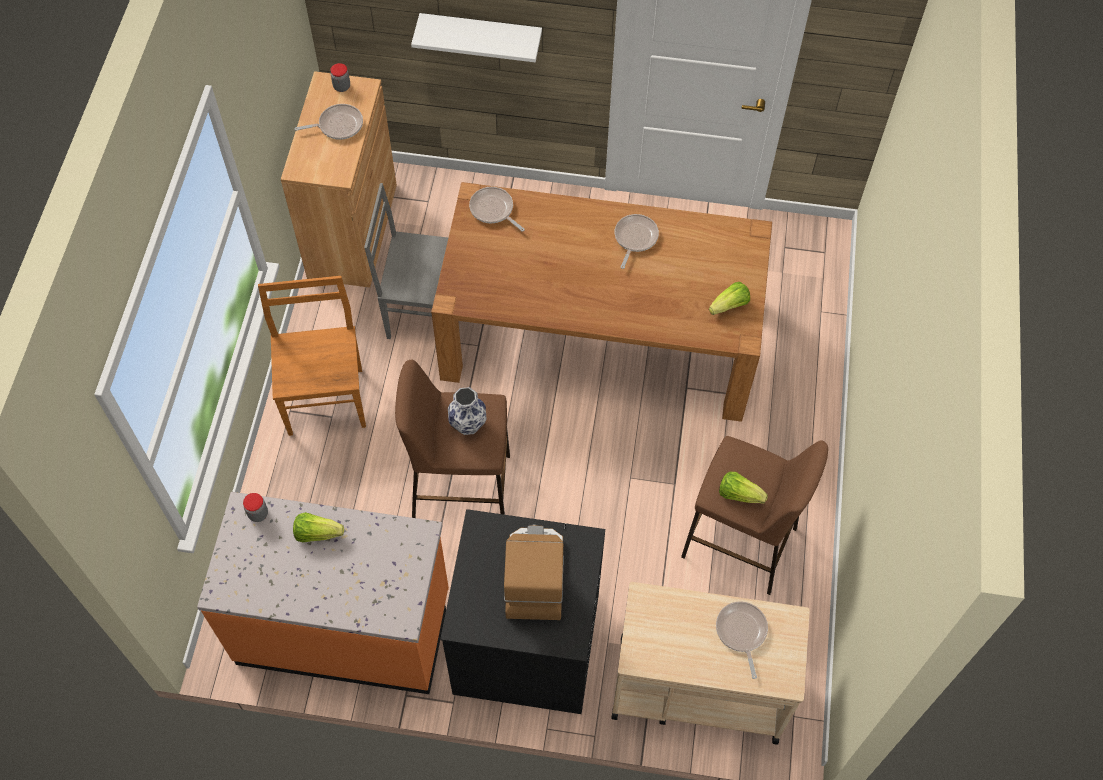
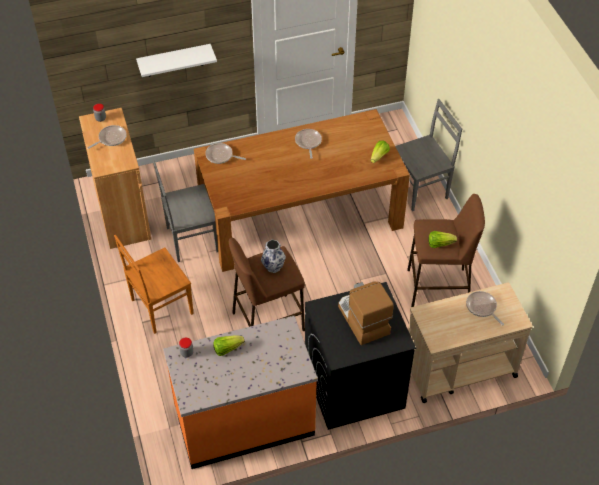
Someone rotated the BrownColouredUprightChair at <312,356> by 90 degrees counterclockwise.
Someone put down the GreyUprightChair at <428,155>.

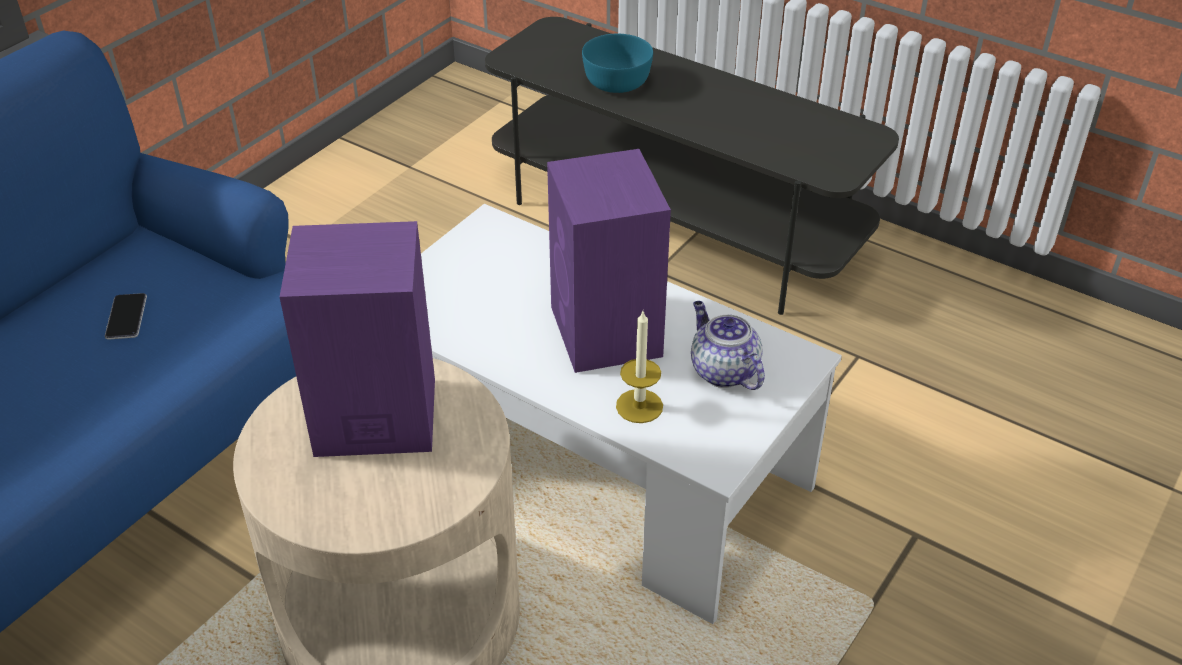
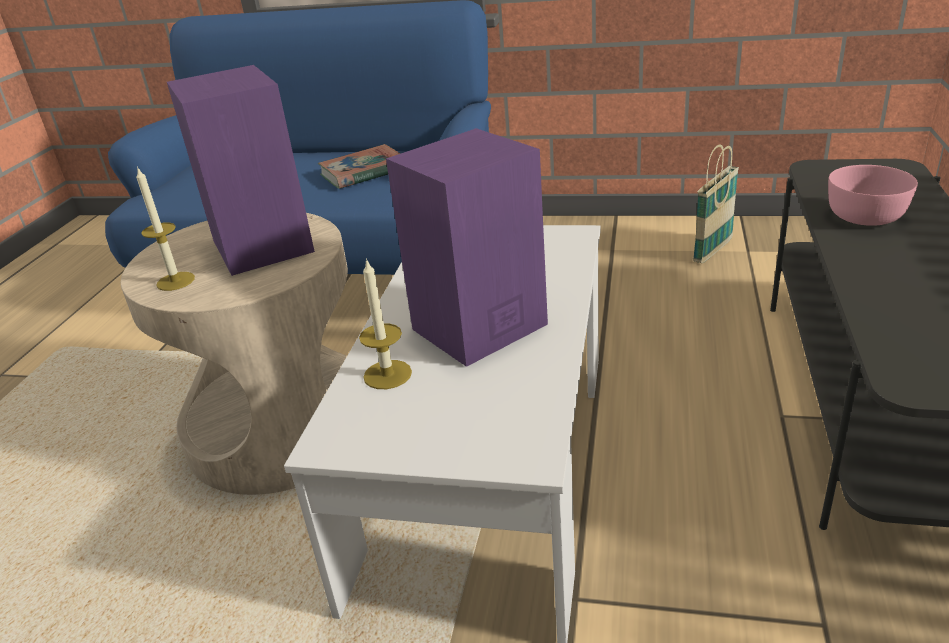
Someone swapped the Handset at <126,316> for the BoundBook at <359,166>.
Someone repainted the BlueGreenServingBowl at <617,63>, which became the PinkServingBowl at <873,195>.
Someone took away the PotForTea at <728,345>.
Someone put down the WaxCandle at <165,228>.
Someone put down the HouseholdBasket at <716,203>.

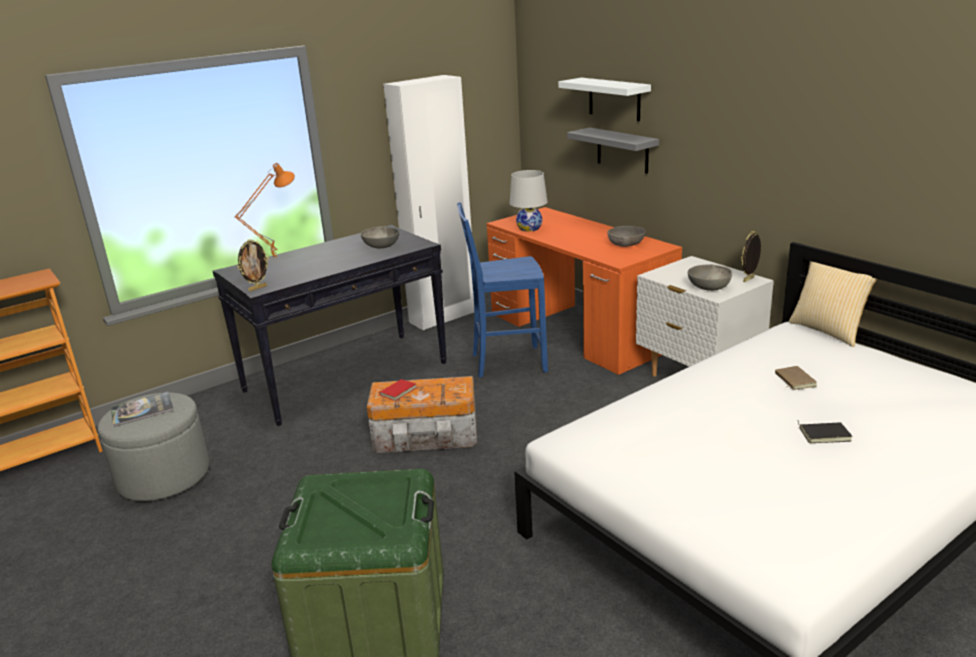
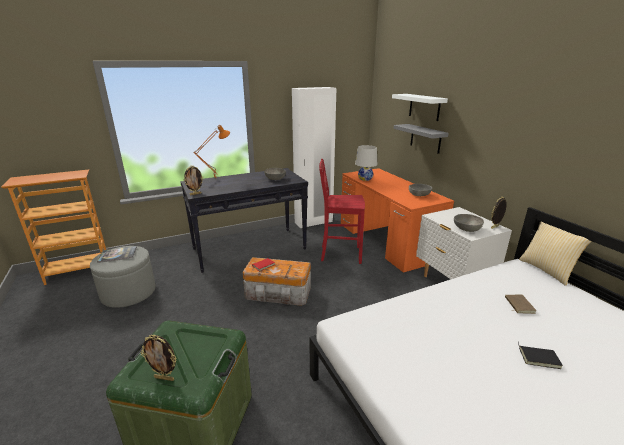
Someone repainted the BluishUprightChair at <502,290>, which became the RedUprightChair at <342,211>.
Someone put down the StandingFrame at <158,358>.

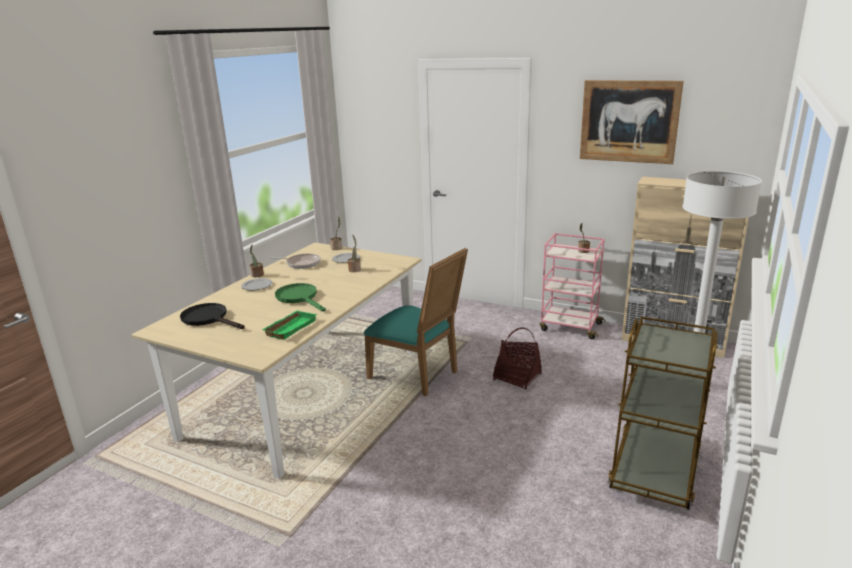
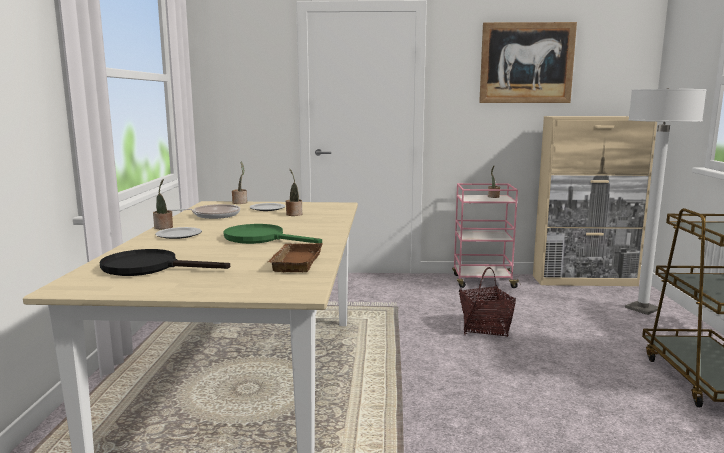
Someone repainted the GreenishServingTray at <289,325>, which became the BrownColouredServingTray at <295,257>.
Someone took away the BlueGreenUprightChair at <416,322>.

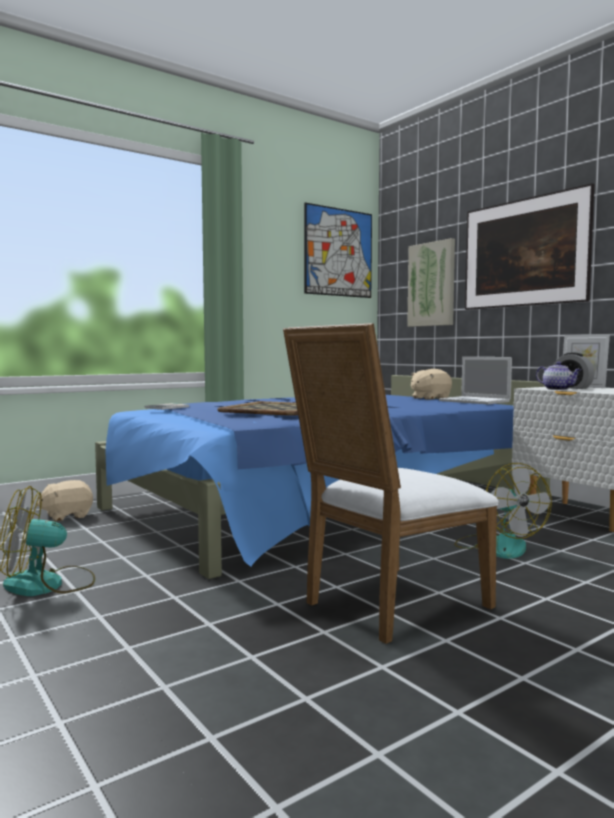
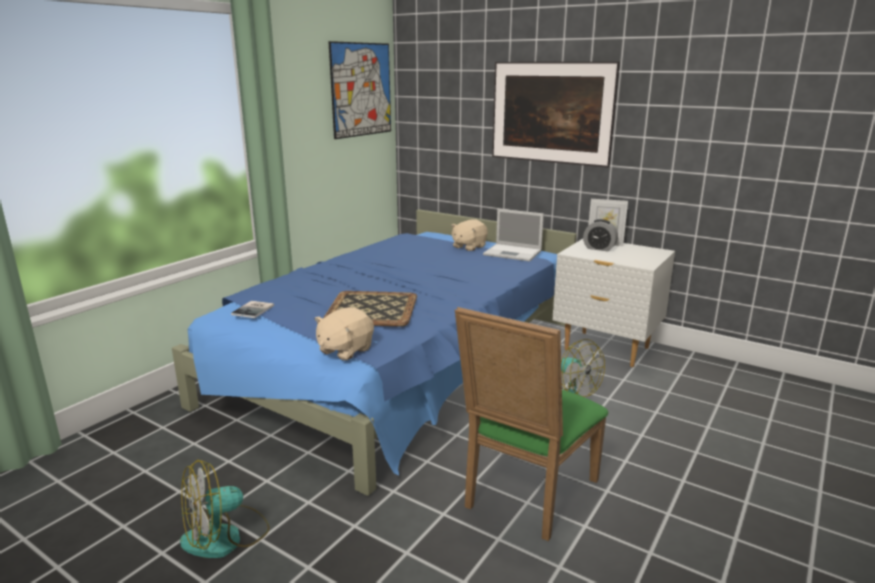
Someone carried the BeigePlushToy from <65,500> to <344,334>.
Someone repainted the WhiteUprightChair at <391,483>, which became the GreenishUprightChair at <531,424>.
Someone took away the Picture at <431,282>.
Someone took away the PotForTea at <558,376>.

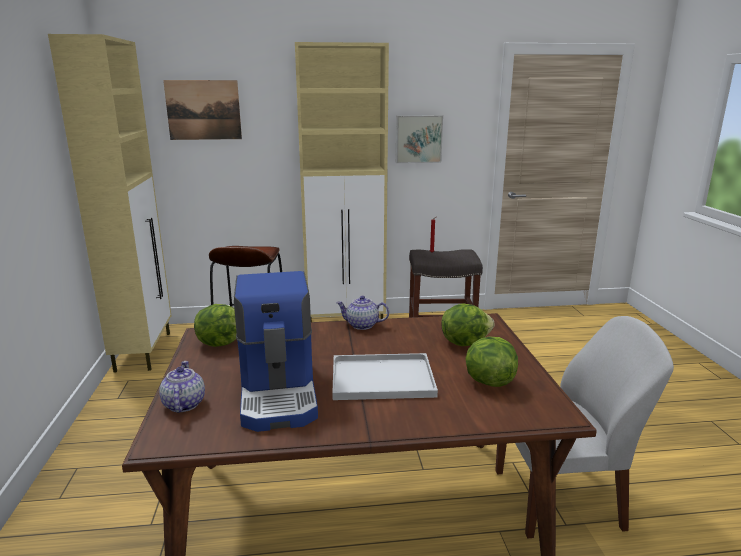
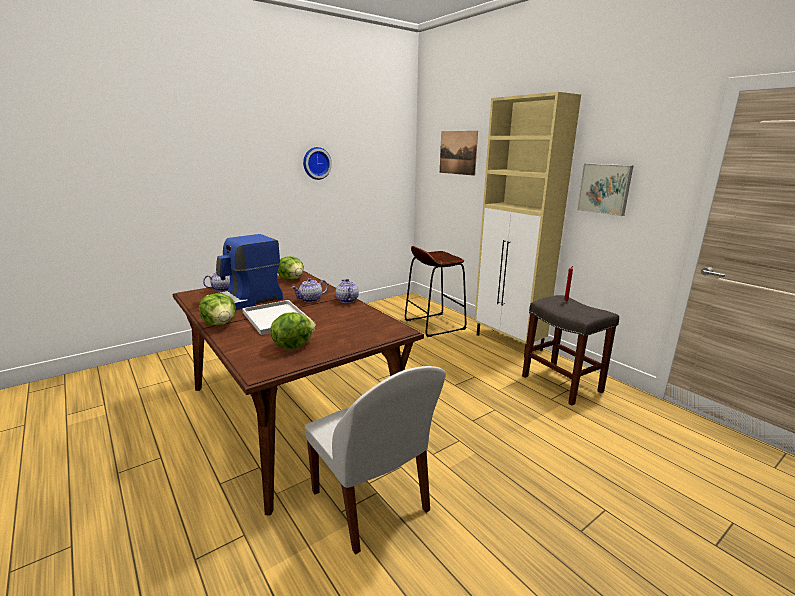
Someone took away the BeigeStorageCabinet at <109,203>.
Someone carried the LettuceHead from <468,324> to <217,310>.
Someone put down the PotForTea at <310,290>.
Someone put up the HangingClock at <317,163>.

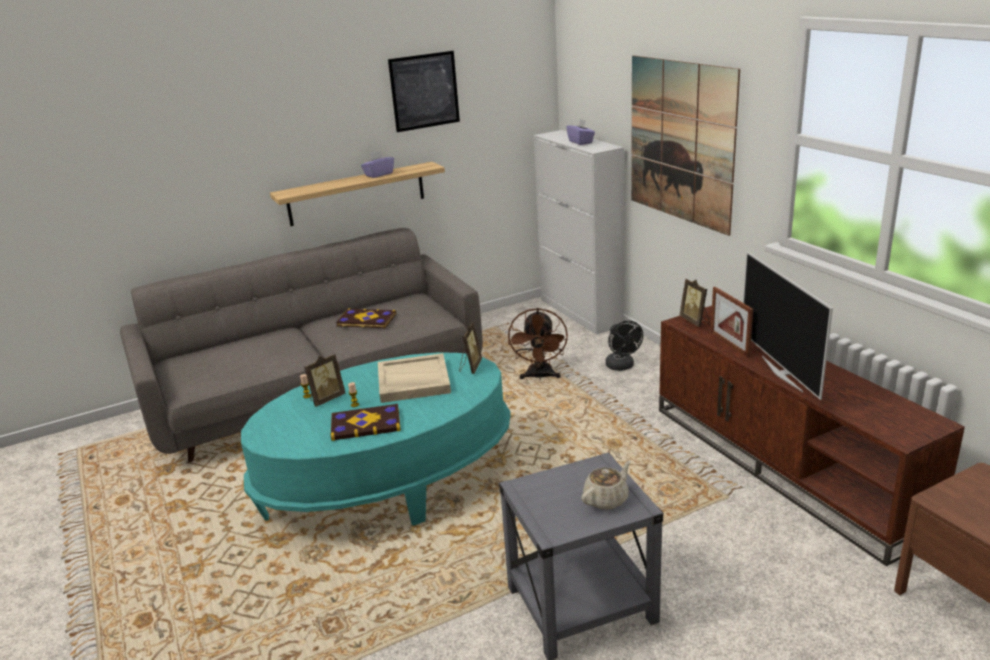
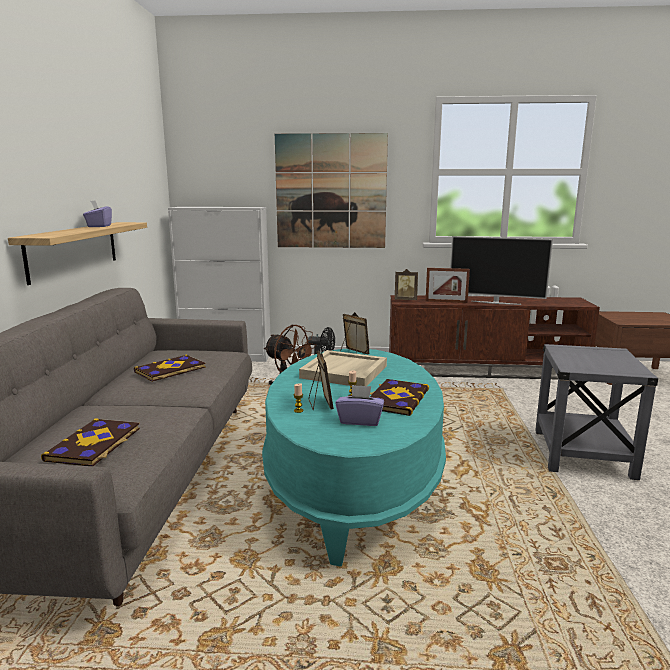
Someone took away the Picture at <424,91>.
Someone carried the PurpleColouredTissueHolder from <580,132> to <359,405>.
Someone took away the BeigePotForTea at <606,485>.
Someone put down the BoundBook at <90,442>.

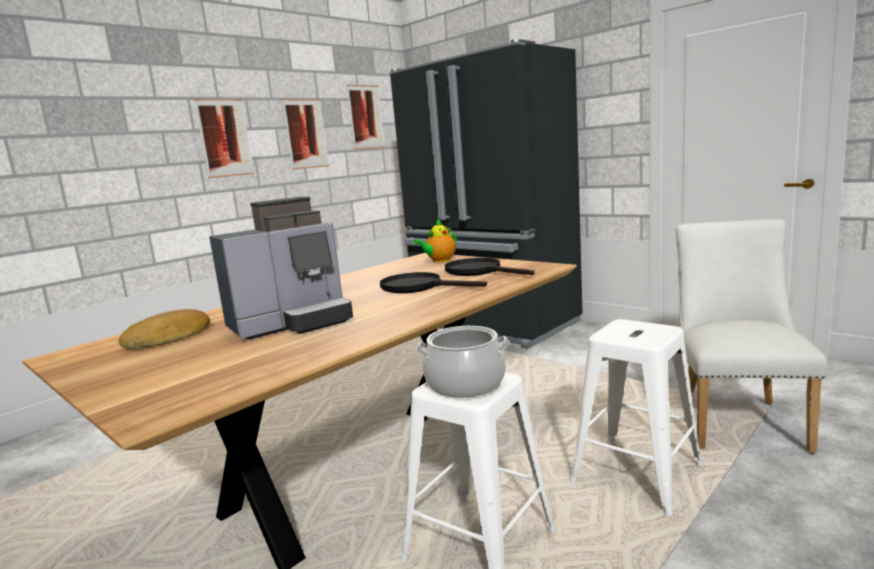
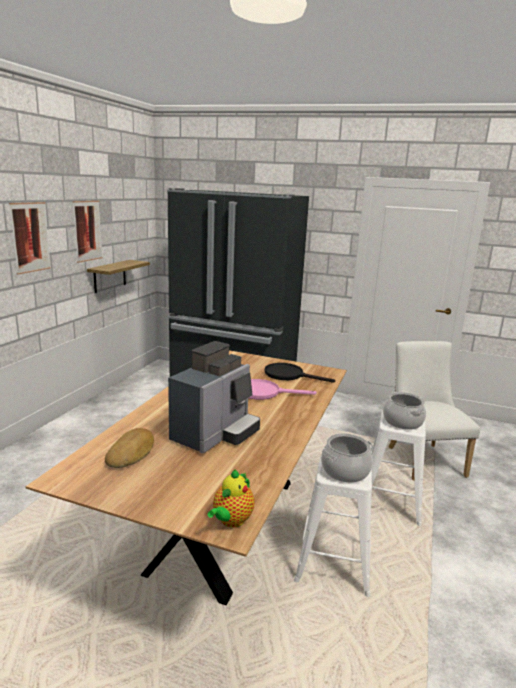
Someone took away the Picture at <366,117>.
Someone repainted the BlackFryingPan at <433,282>, which became the PinkFryingPan at <282,389>.
Someone carried the PotForTea from <435,241> to <231,498>.
Someone put up the WallShelf at <118,276>.
Someone put down the CookingPot at <404,411>.

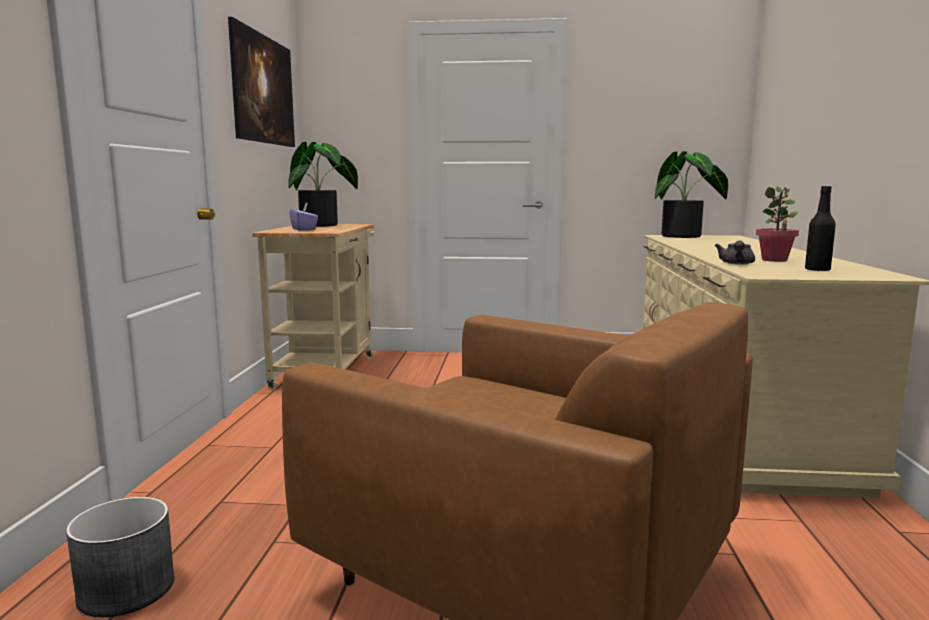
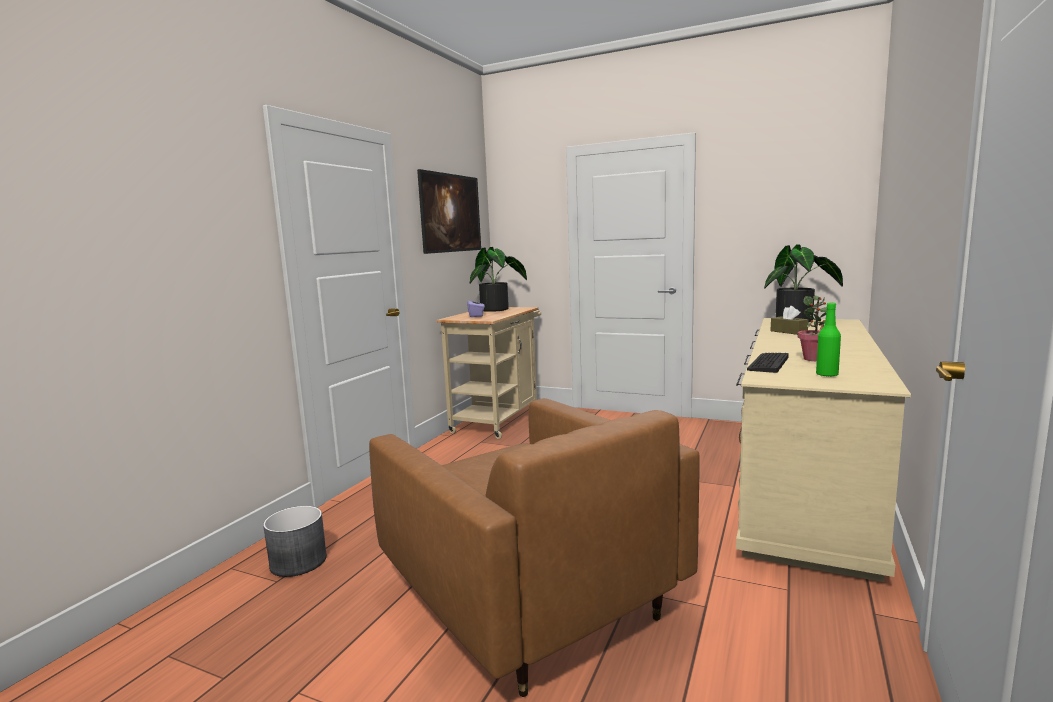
Someone swapped the GreyPotForTea at <735,252> for the Keyboard at <768,363>.
Someone repainted the BlackBottle at <820,228>, which became the GreenishBottle at <828,340>.
Someone put down the BrownColouredTissueHolder at <790,320>.

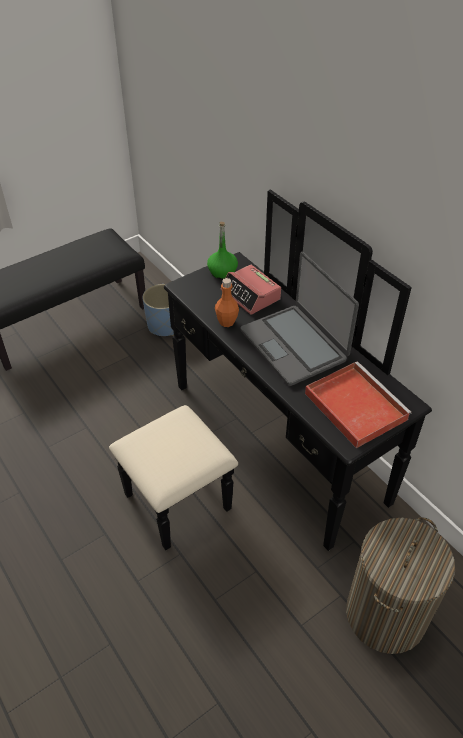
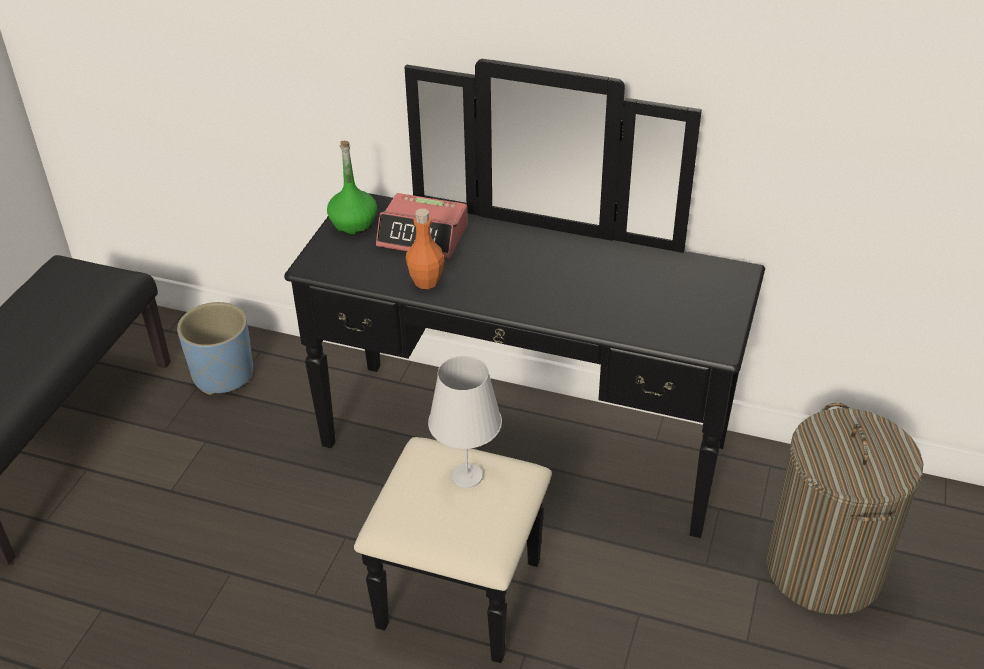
Someone took away the Laptop at <300,319>.
Someone took away the RedServingTray at <358,404>.
Someone put down the WhiteTableLamp at <465,422>.

